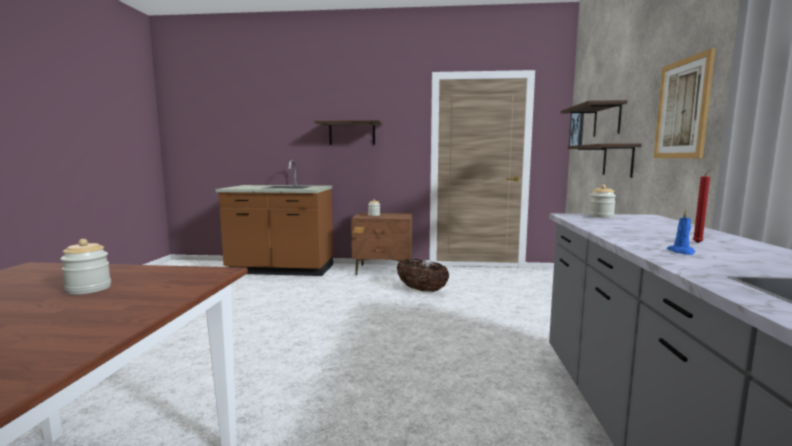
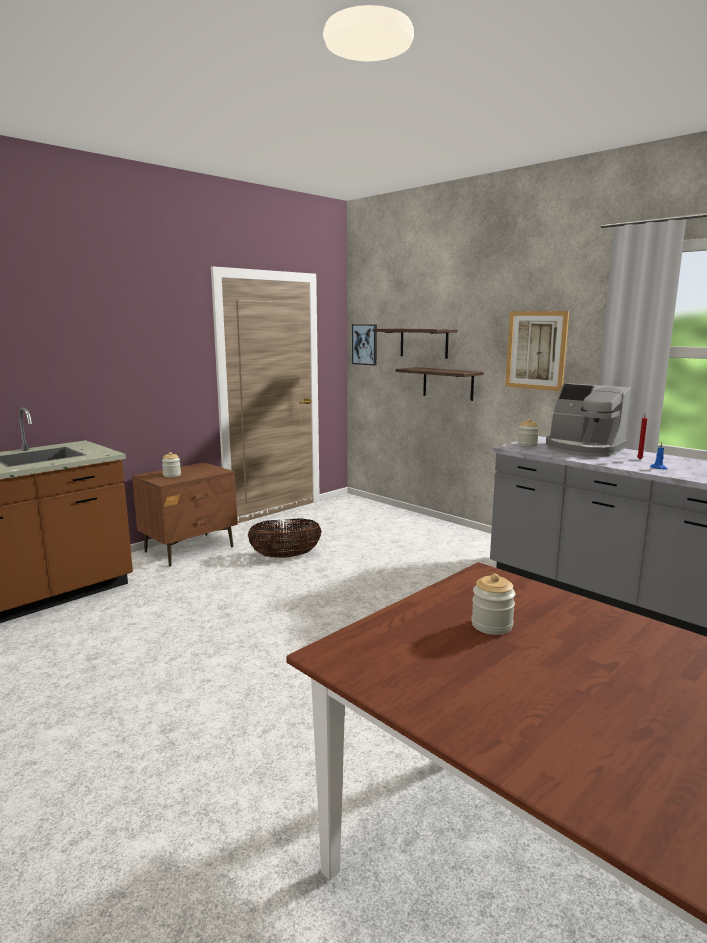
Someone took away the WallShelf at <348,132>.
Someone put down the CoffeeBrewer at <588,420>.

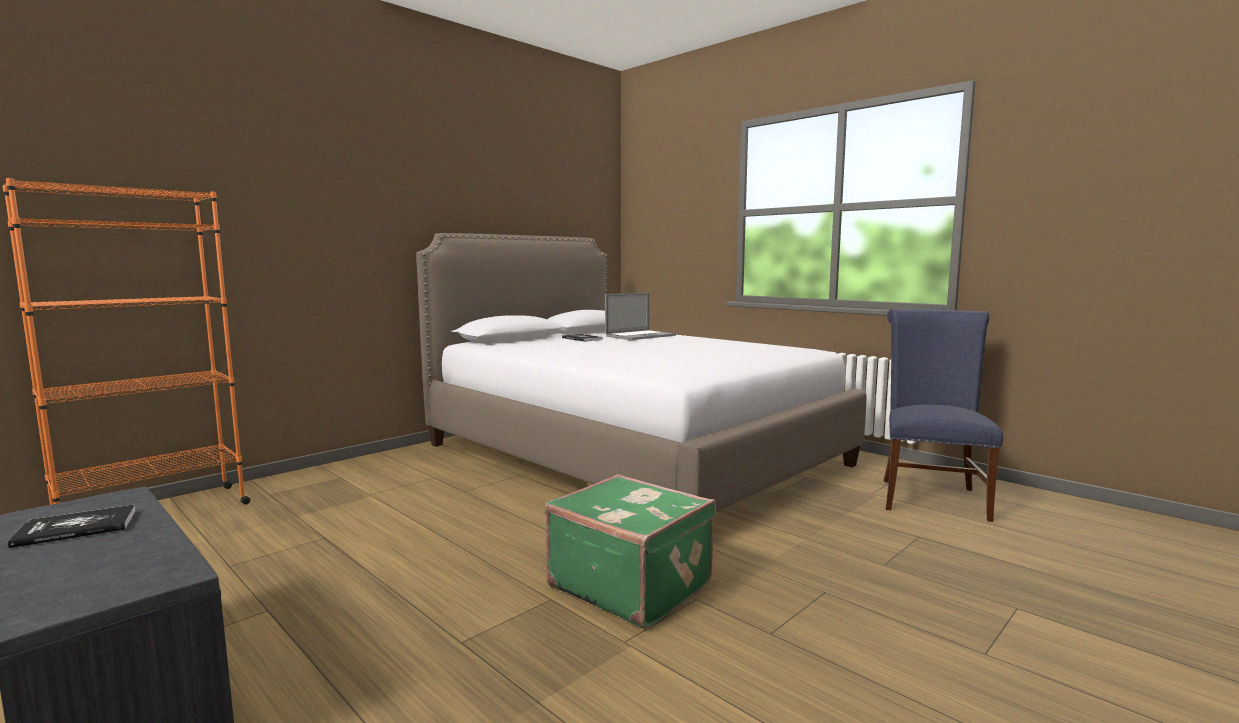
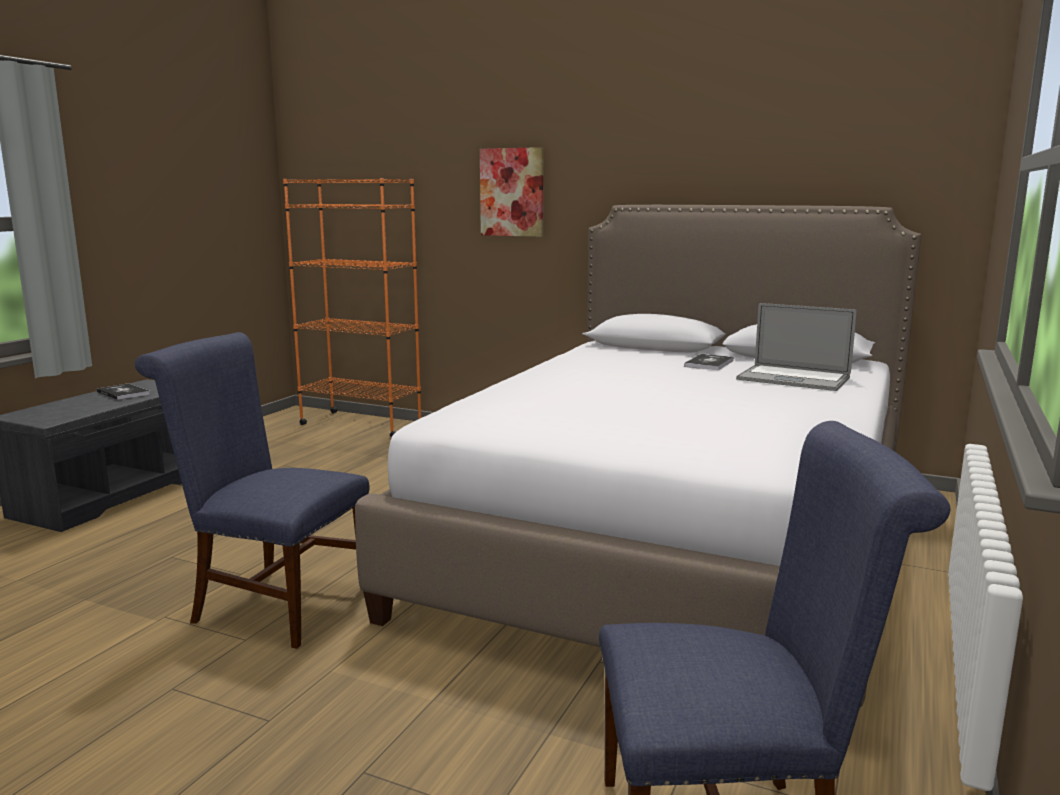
Someone swapped the GreenishPieceOfLuggage at <630,551> for the BluishUprightChair at <252,490>.
Someone put up the Picture at <512,192>.

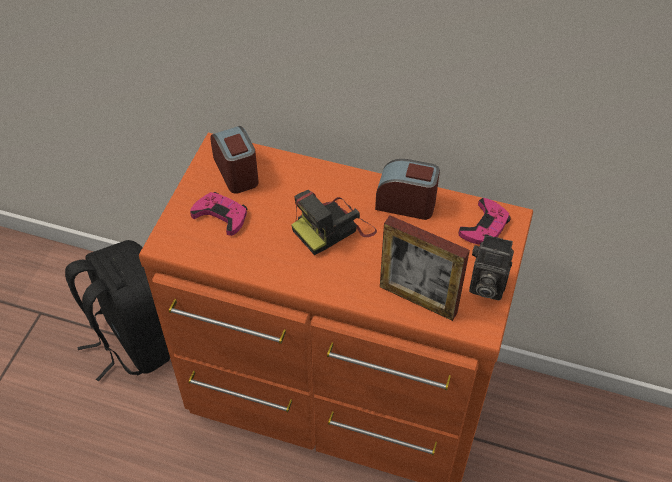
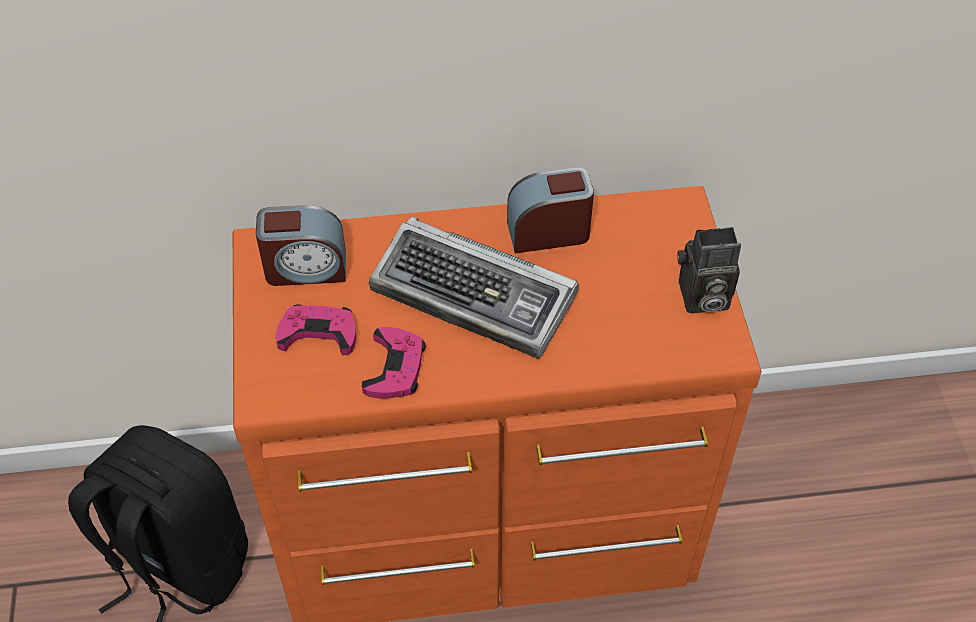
Someone rotated the AlarmClock at <235,160> by 135 degrees clockwise.
Someone swapped the PhotoCamera at <334,222> for the Keyboard at <474,287>.
Someone took away the StandingFrame at <425,268>.
Someone carried the PinkJoypad from <484,221> to <394,363>.

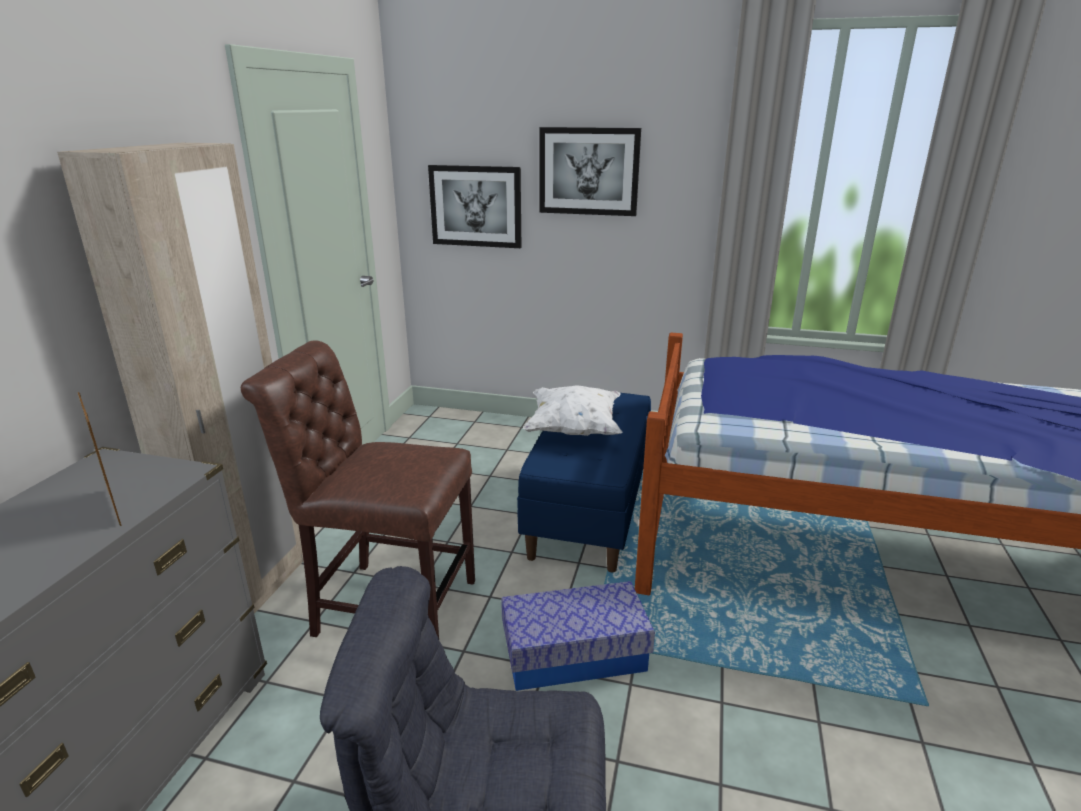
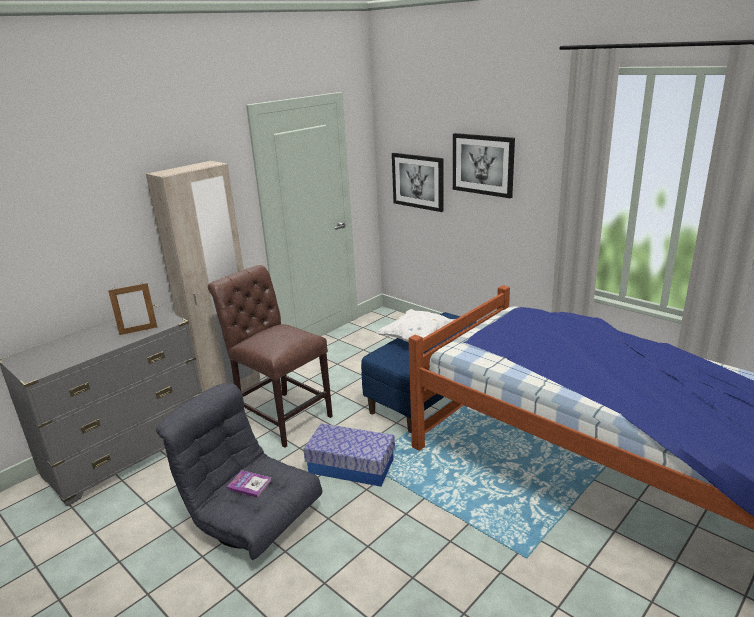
Someone rotated the StandingFrame at <99,459> by 105 degrees counterclockwise.
Someone put down the BoundBook at <249,484>.

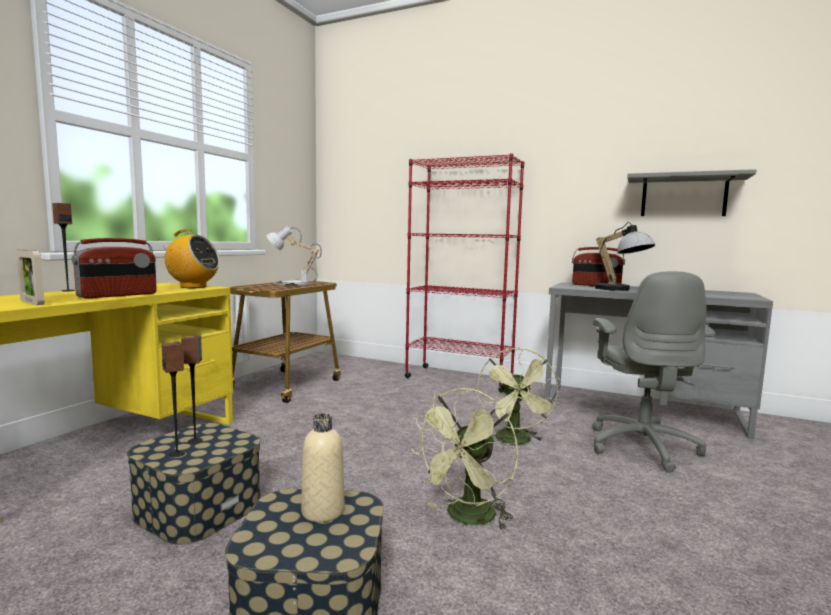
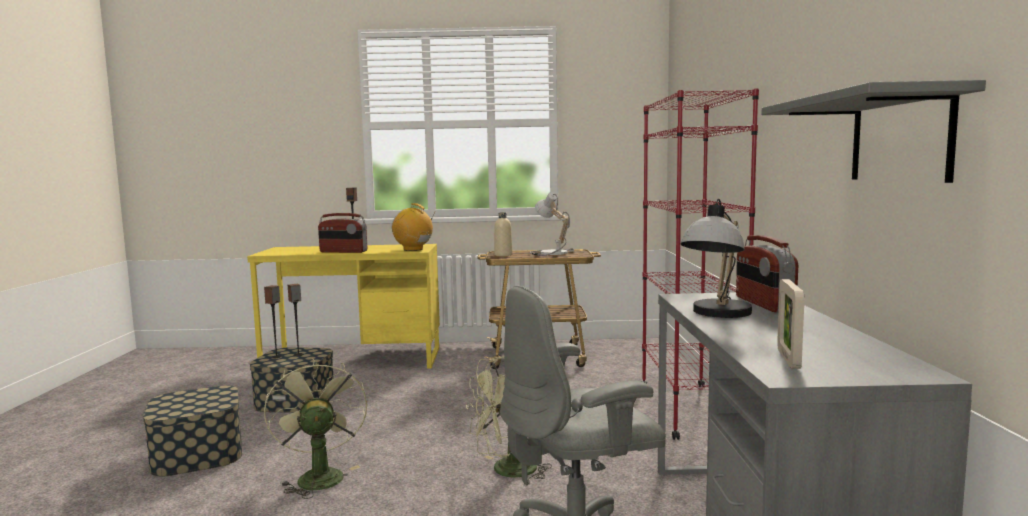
Someone carried the StandingFrame from <30,277> to <790,324>.
Someone rotated the RadioReceiver at <189,258> by 135 degrees clockwise.
Someone carried the BeigeBottle from <323,467> to <503,234>.
Someone rotated the GreenishElectricFan at <464,459> by 60 degrees clockwise.

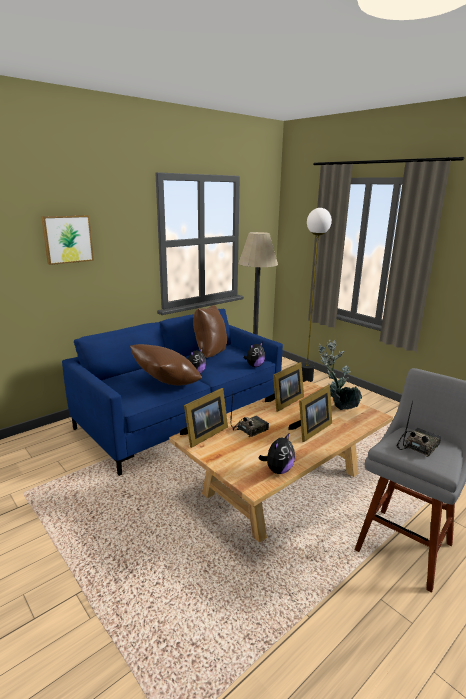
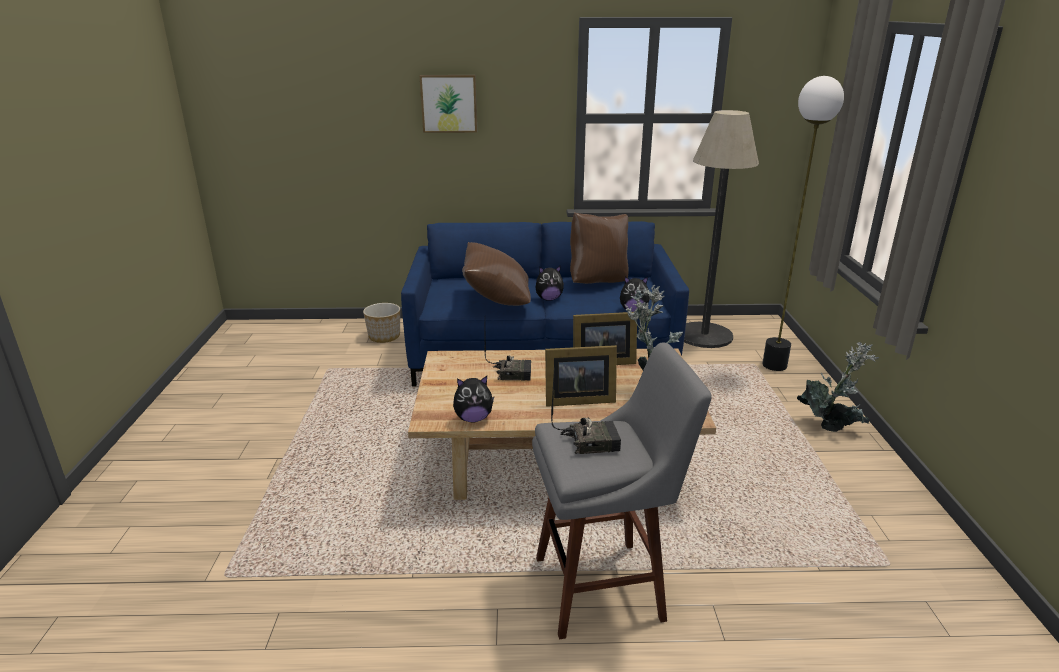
Someone took away the StandingFrame at <204,418>.
Someone put down the Planter at <381,323>.
Someone put down the PlantInAPot at <838,387>.

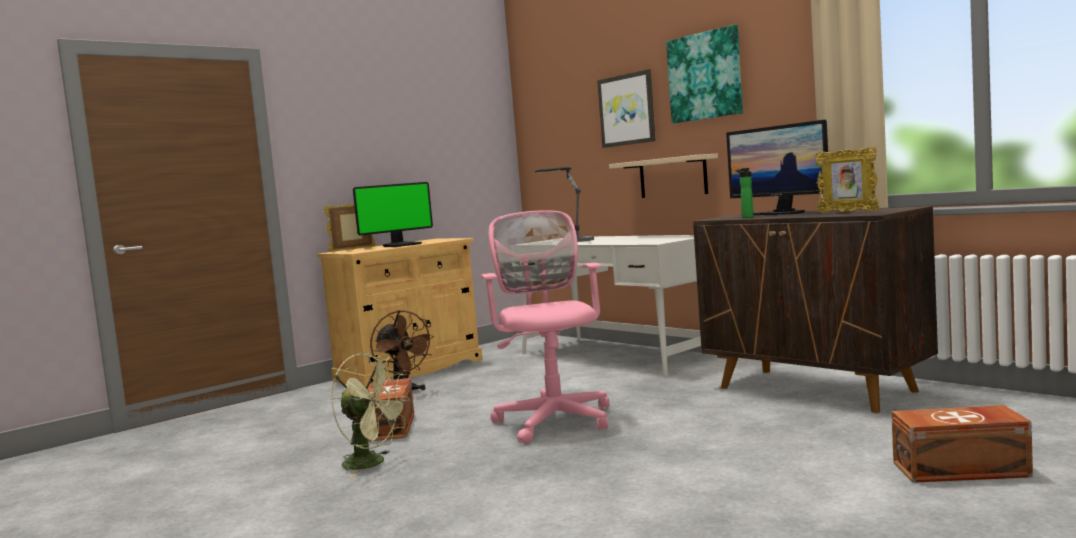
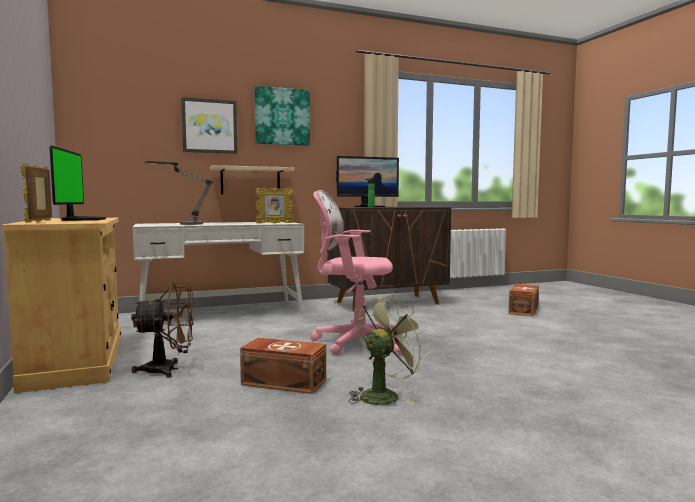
Someone carried the StandingFrame from <847,179> to <274,205>.

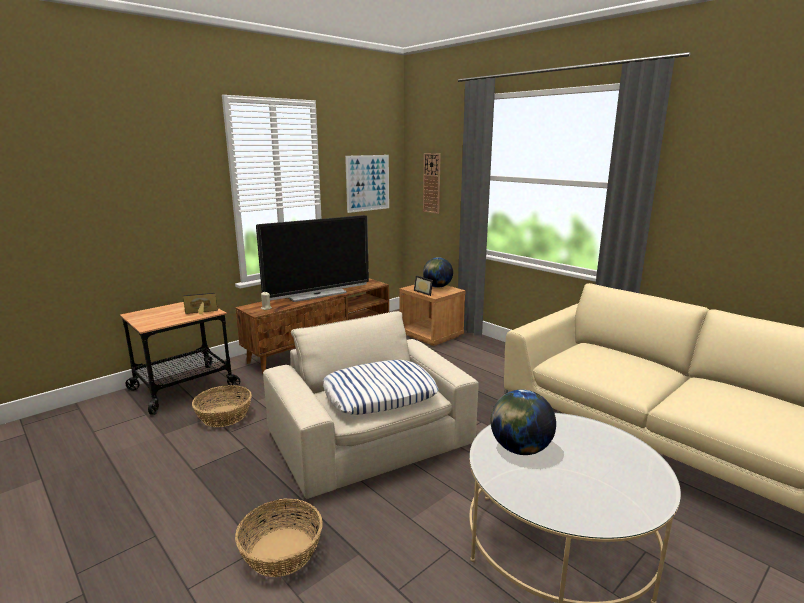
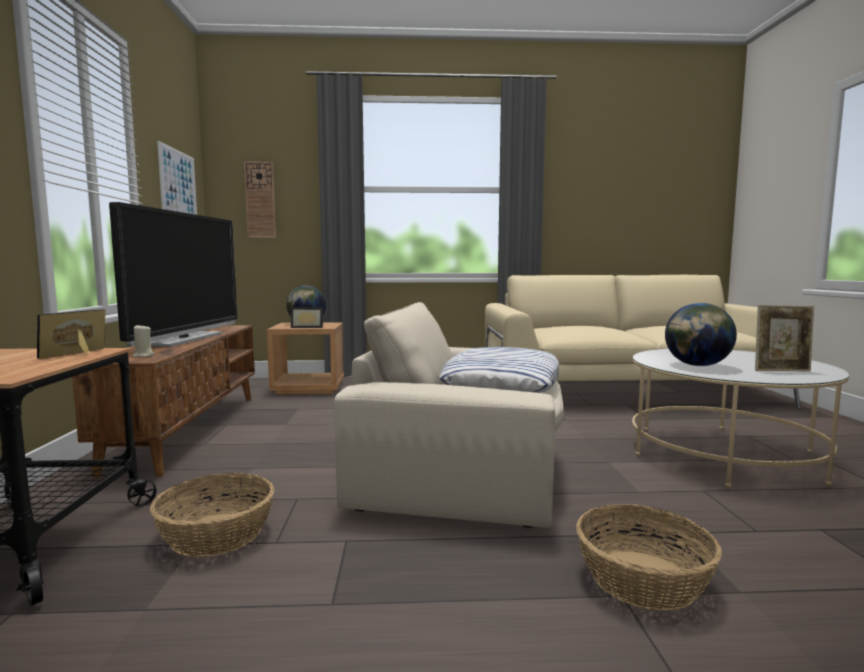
Someone put down the StandingFrame at <784,338>.

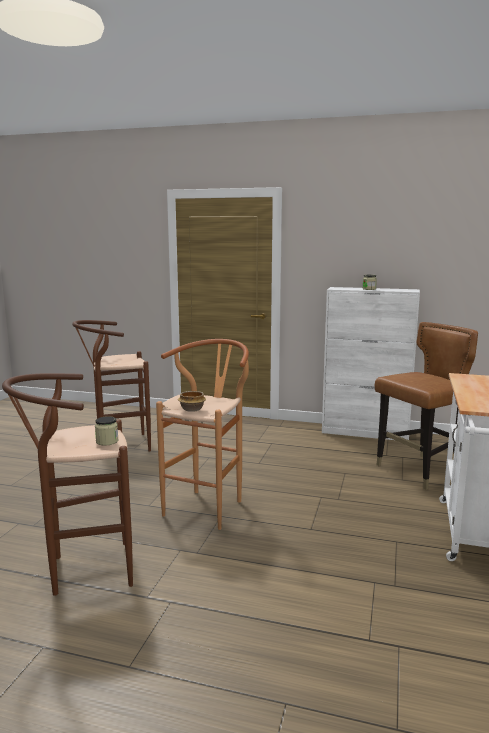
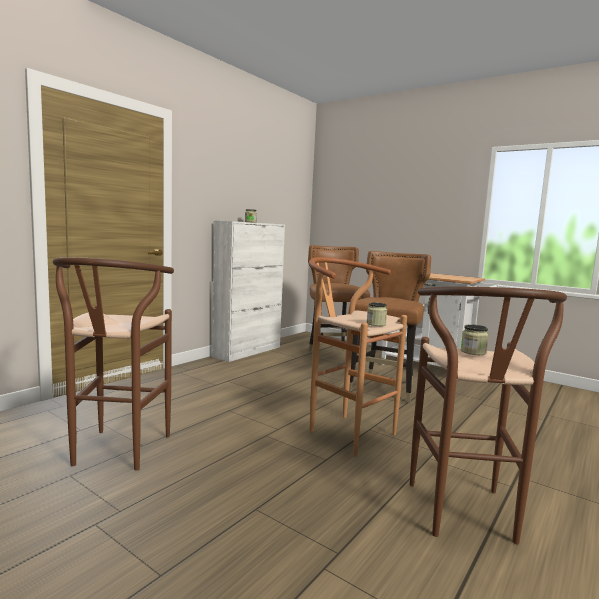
Someone swapped the ServingBowl at <192,401> for the PreserveJar at <377,314>.
Someone put down the BrownColouredUprightChair at <390,327>.

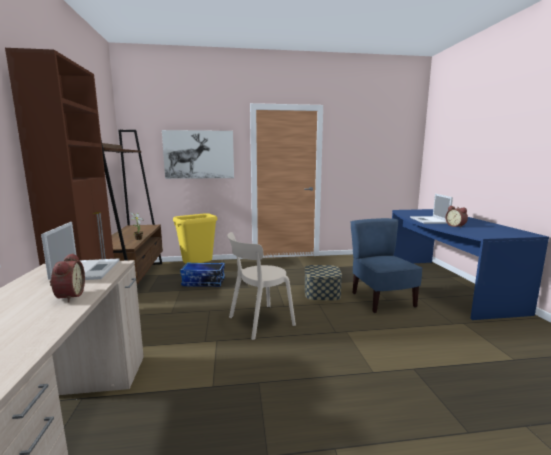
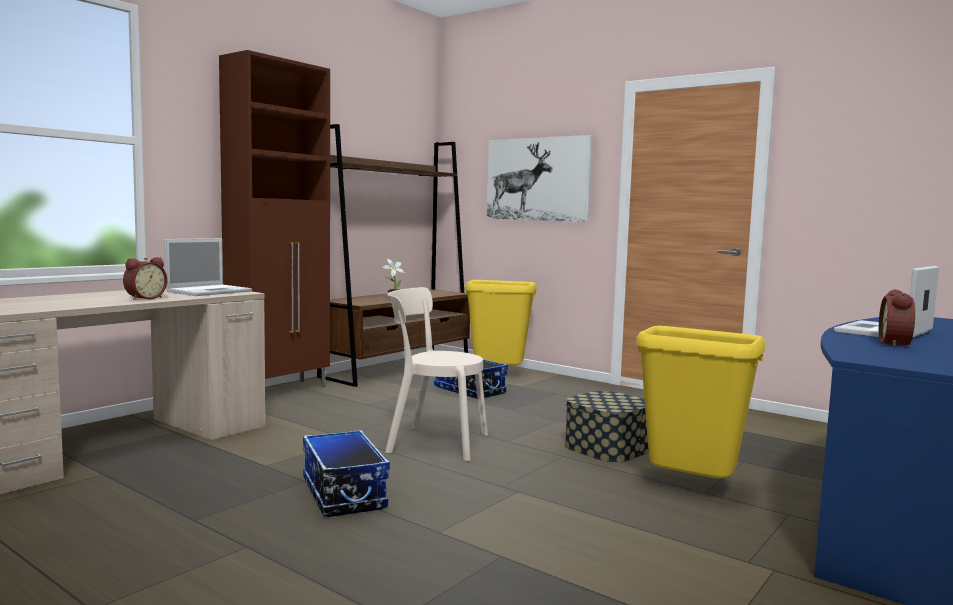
Someone swapped the BluishUprightChair at <386,265> for the YellowishWasteBin at <700,402>.
Someone put down the StorageContainer at <346,473>.

